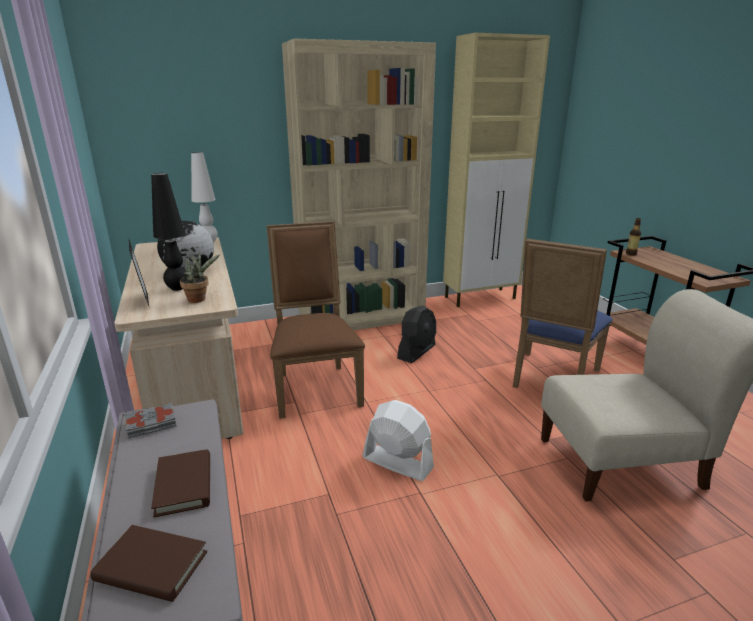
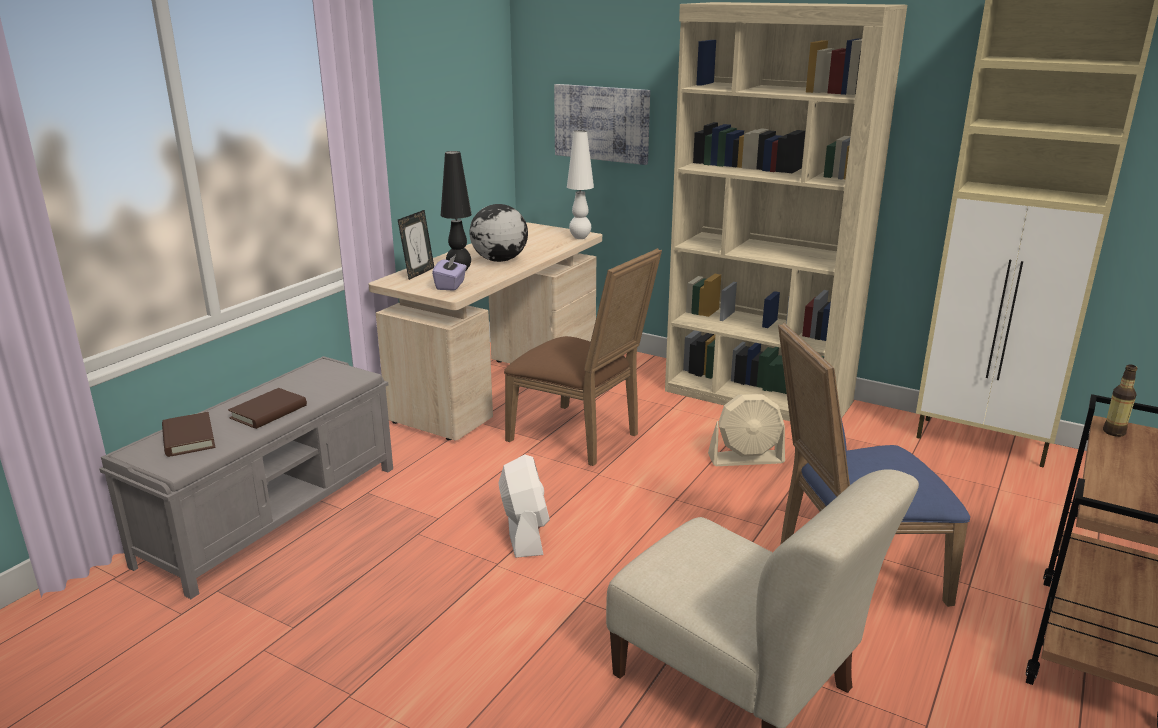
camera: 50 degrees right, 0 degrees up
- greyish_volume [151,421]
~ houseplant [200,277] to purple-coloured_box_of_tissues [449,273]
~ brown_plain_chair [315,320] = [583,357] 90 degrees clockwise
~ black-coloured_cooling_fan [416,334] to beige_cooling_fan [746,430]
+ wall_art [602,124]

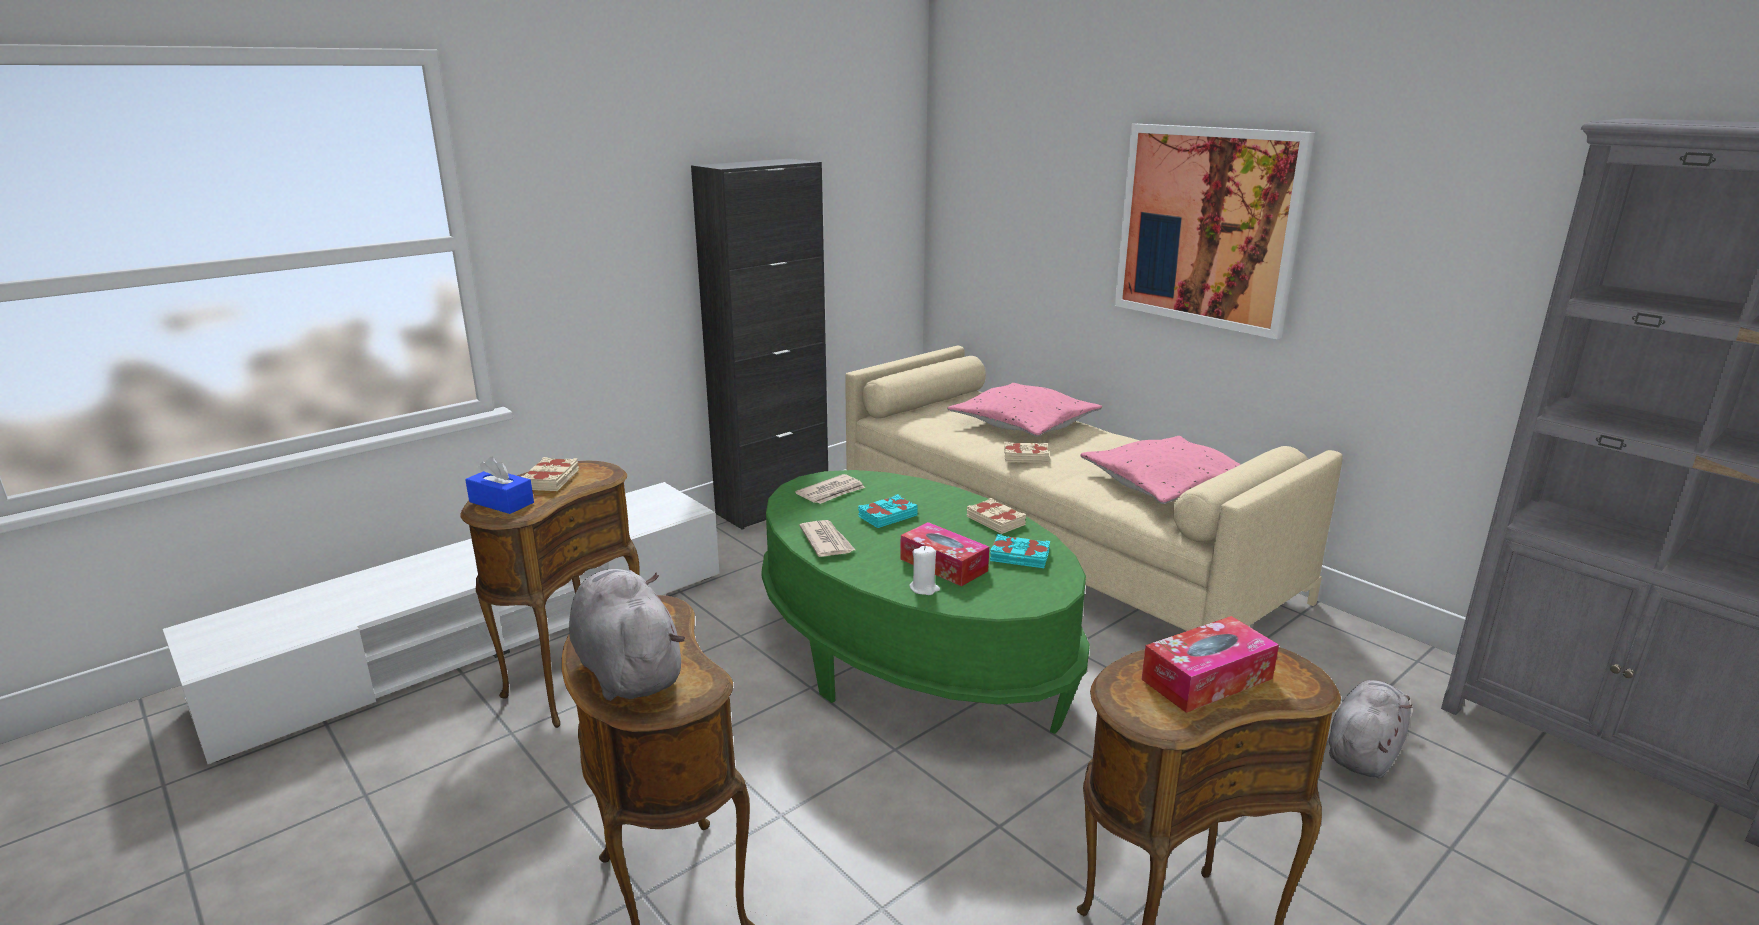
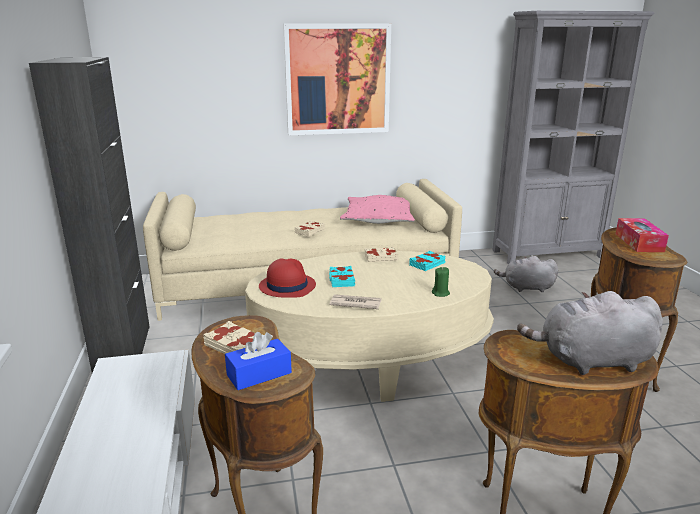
camera: 60 degrees left, 0 degrees up
~ green-coloured_low_table [925,602] to beige_low_table [369,326]
~ printed_paper [830,489] to reddish_wearable_hat [287,277]
- box_of_tissues [944,554]
~ whitish_candle [924,570] to green-coloured_candle [441,282]
- pink_cushion [1025,410]
~ greyish_soft_toy [1370,729] = [526,274] 60 degrees counterclockwise

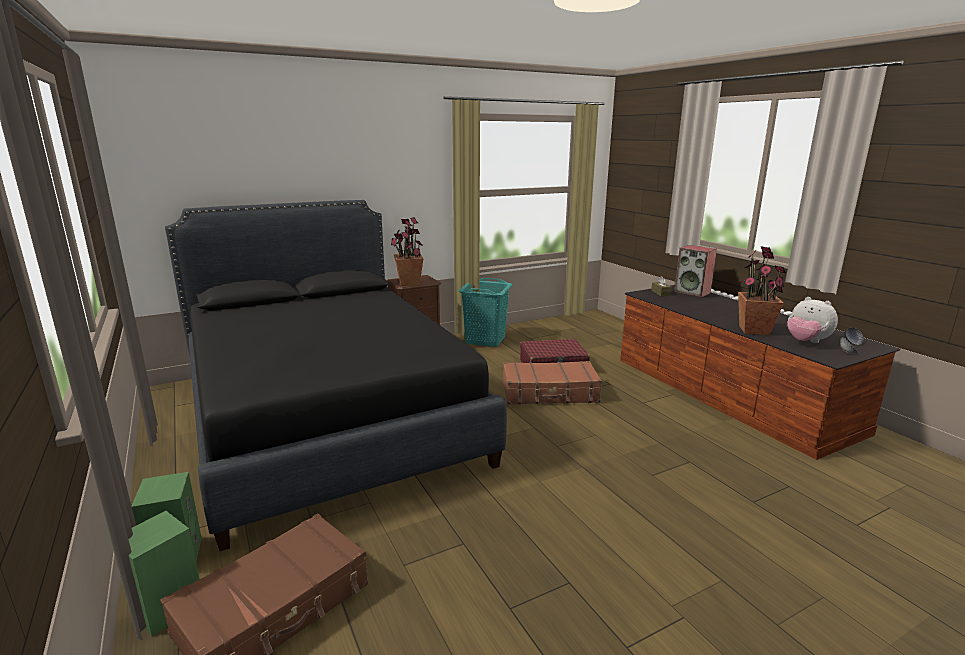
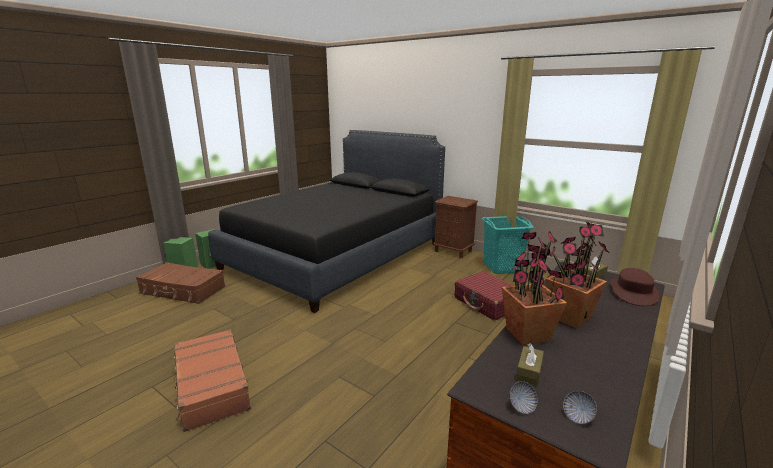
camera: 65 degrees right, 0 degrees up
~ houseplant [407,251] to [578,275]
~ brown_piece_of_luggage [552,383] to [212,380]
~ loudspeaker [695,271] to brown_wearable_hat [635,287]
~ soft_toy [812,320] to brown_box_of_tissues [530,365]

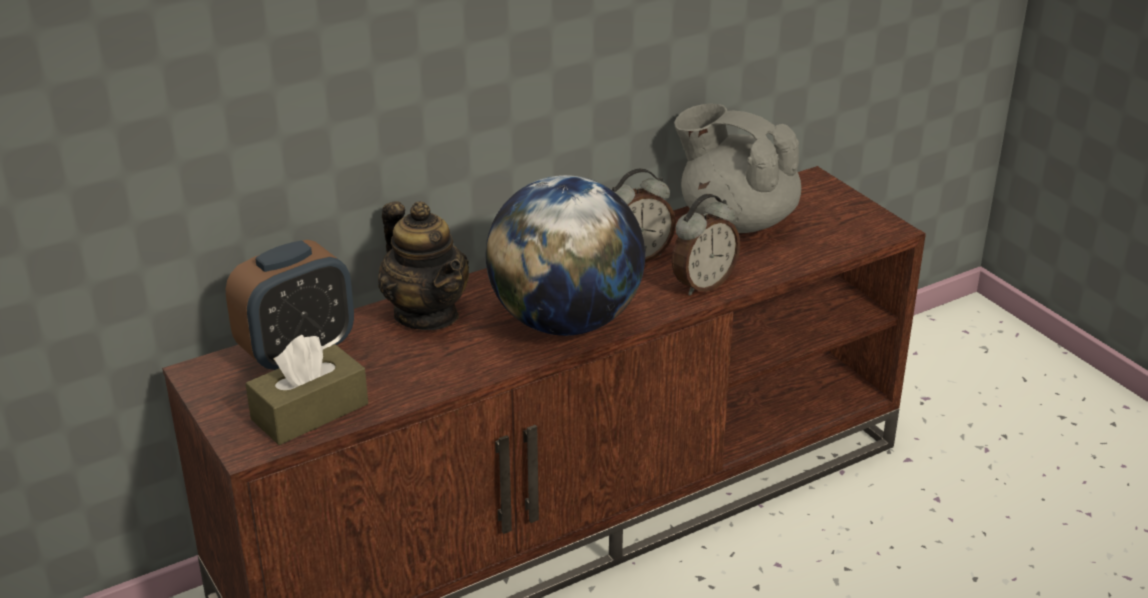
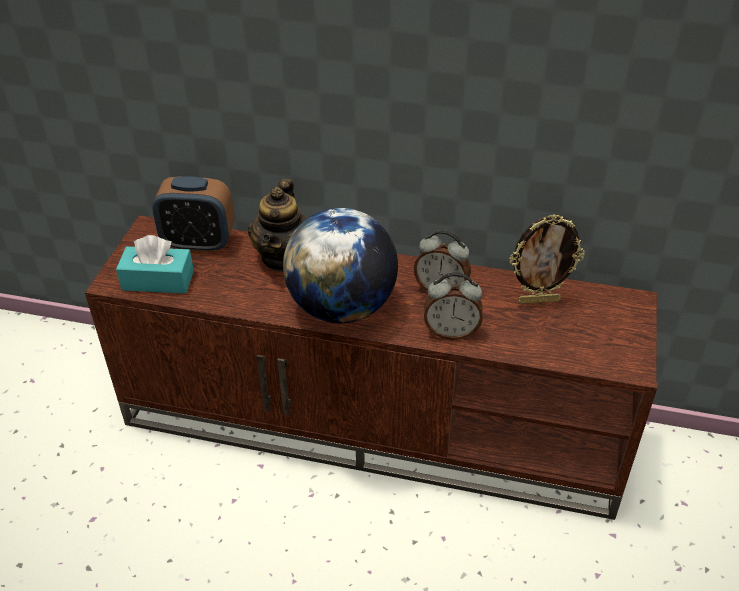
camera: 45 degrees right, 10 degrees up
~ brown_box_of_tissues [307,390] to turquoise_box_of_tissues [155,264]
~ greyish_tea_pot [737,168] to photo_frame [547,259]

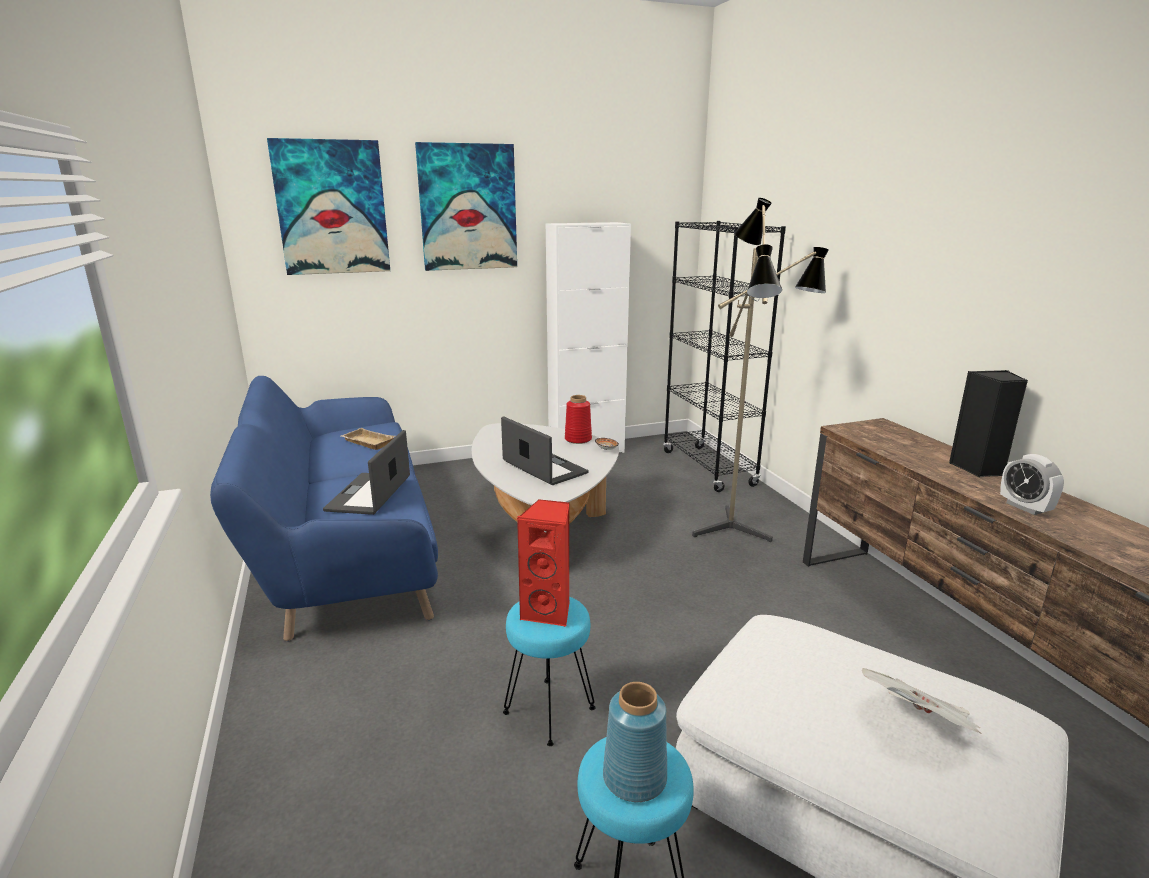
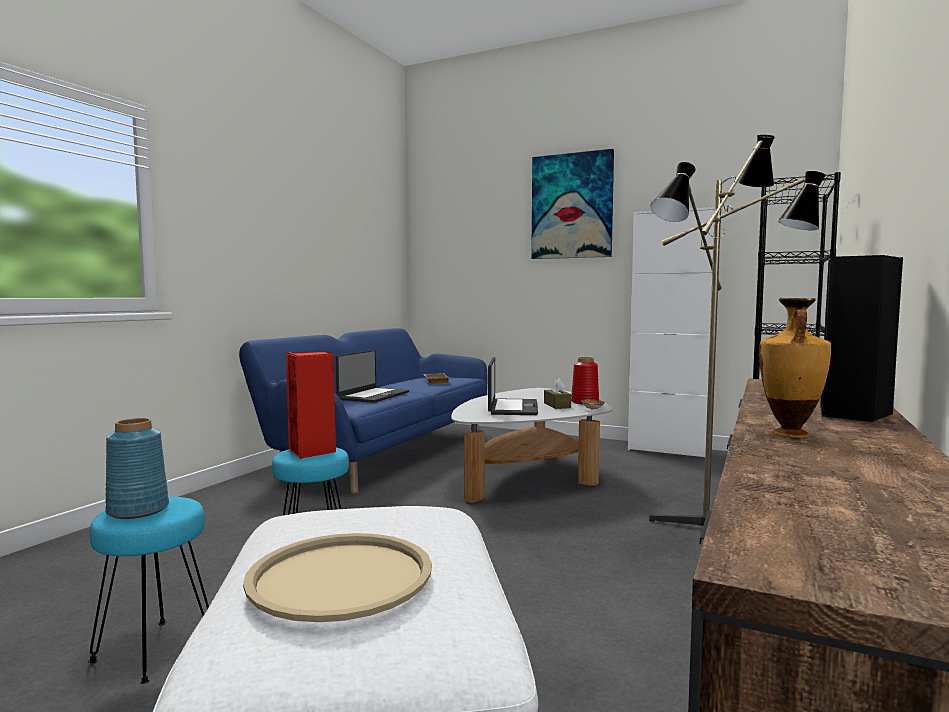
camera: 45 degrees right, 15 degrees down
- wall_art [328,206]
~ laptop [366,472] = [372,376] 150 degrees clockwise
~ printed_paper [922,701] to beige_carrying_tray [337,577]
~ alarm_clock [1032,484] to vase [795,368]
+ brown_box_of_tissues [557,394]

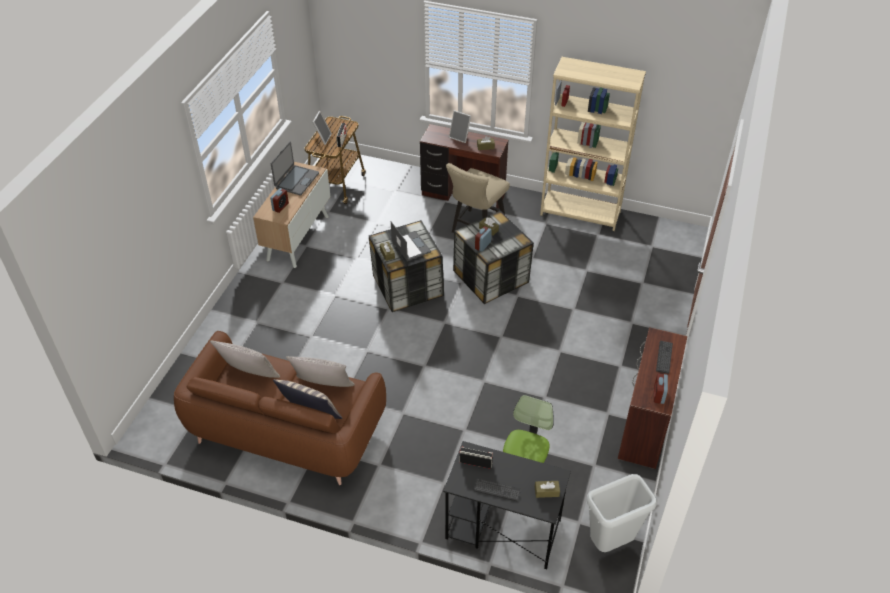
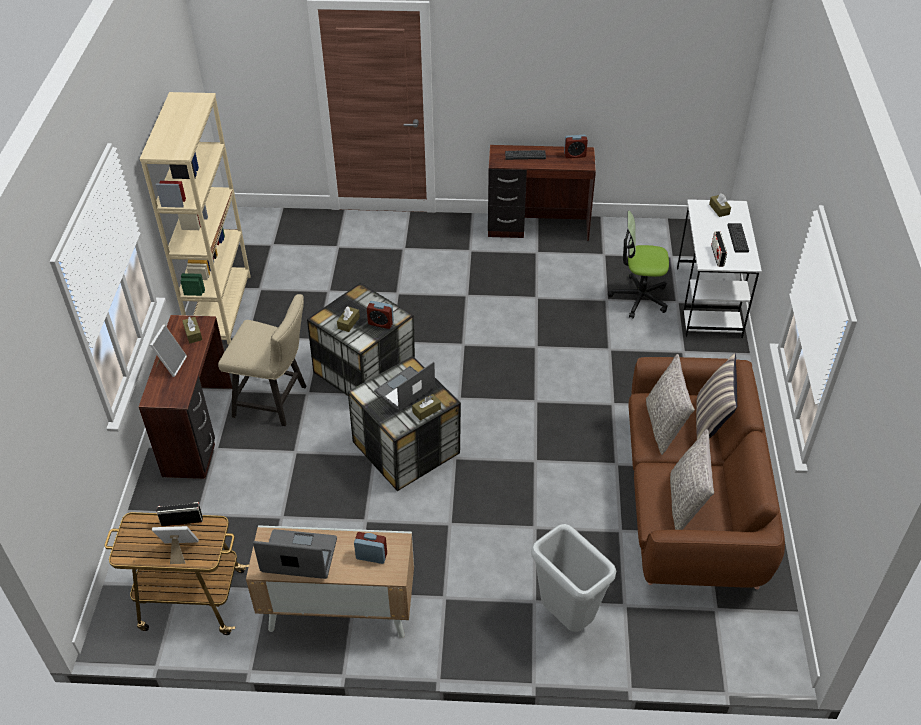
camera: 105 degrees left, 0 degrees up
~ black-coloured_desk_table [507,505] to whitish_desk_table [719,268]
~ greyish_waste_bin [622,513] to [573,578]

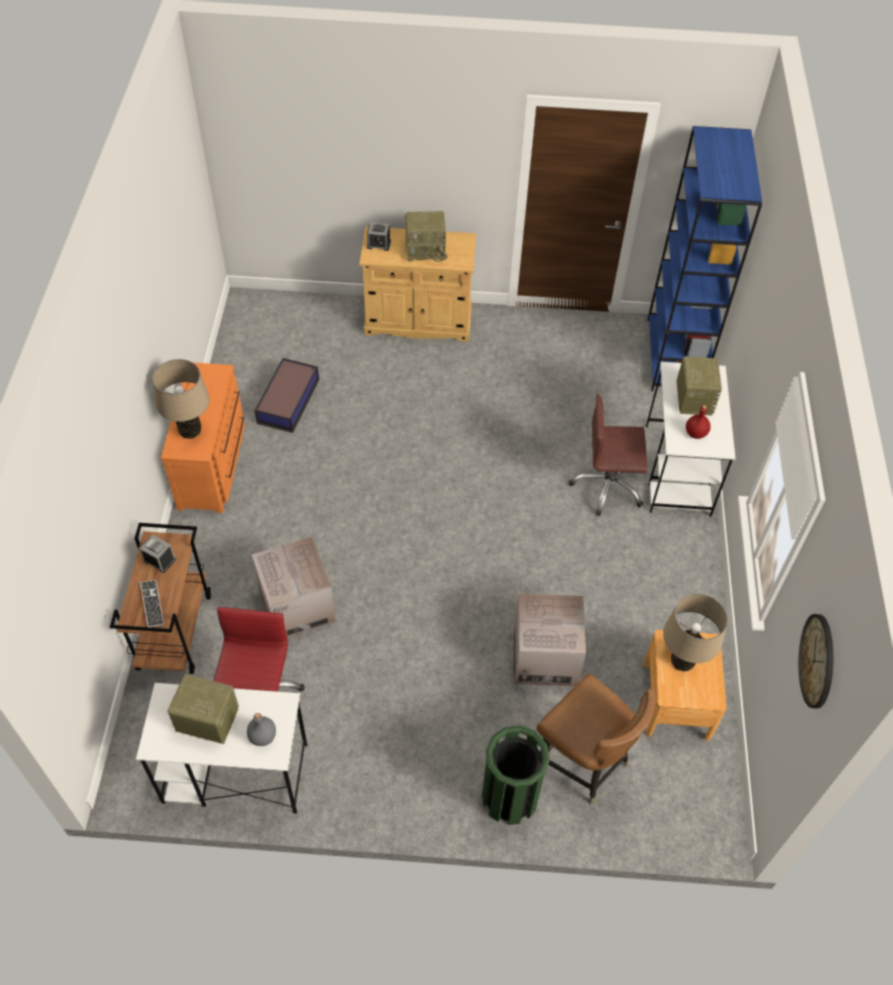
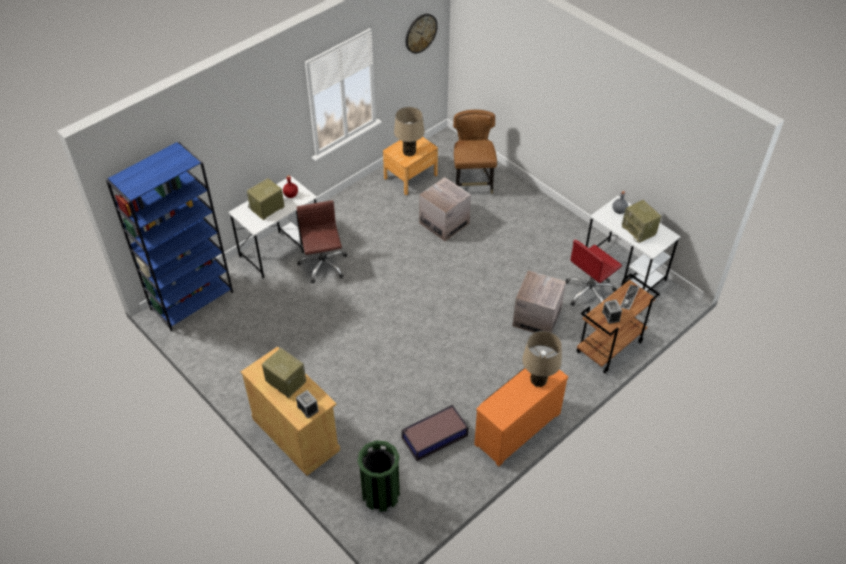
camera: 135 degrees left, 5 degrees down
~ green-coloured_waste_bin [516,775] to [378,476]
~ brown_computer_chair [608,455] = [321,242] 150 degrees counterclockwise

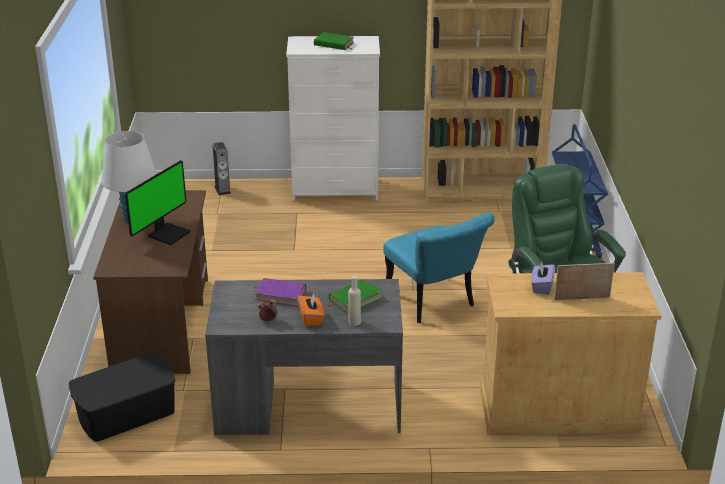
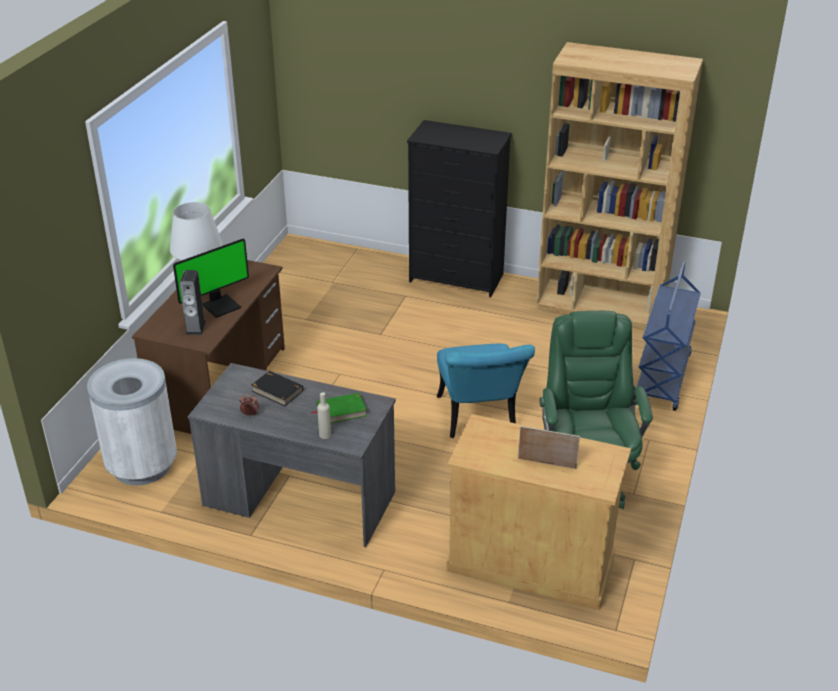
camera: 20 degrees right, 5 degrees up
~ black-coloured_storage_bin [122,397] to whitish_waste_bin [132,421]
~ loudspeaker [221,168] to [192,302]
~ purple-coloured_volume [280,292] to black-coloured_volume [277,388]
~ whitish_chest_of_drawers [333,118] to black-coloured_chest_of_drawers [459,208]
- orangey_box_of_tissues [311,309]
- green-coloured_volume [334,41]
- purple-coloured_box_of_tissues [543,277]

